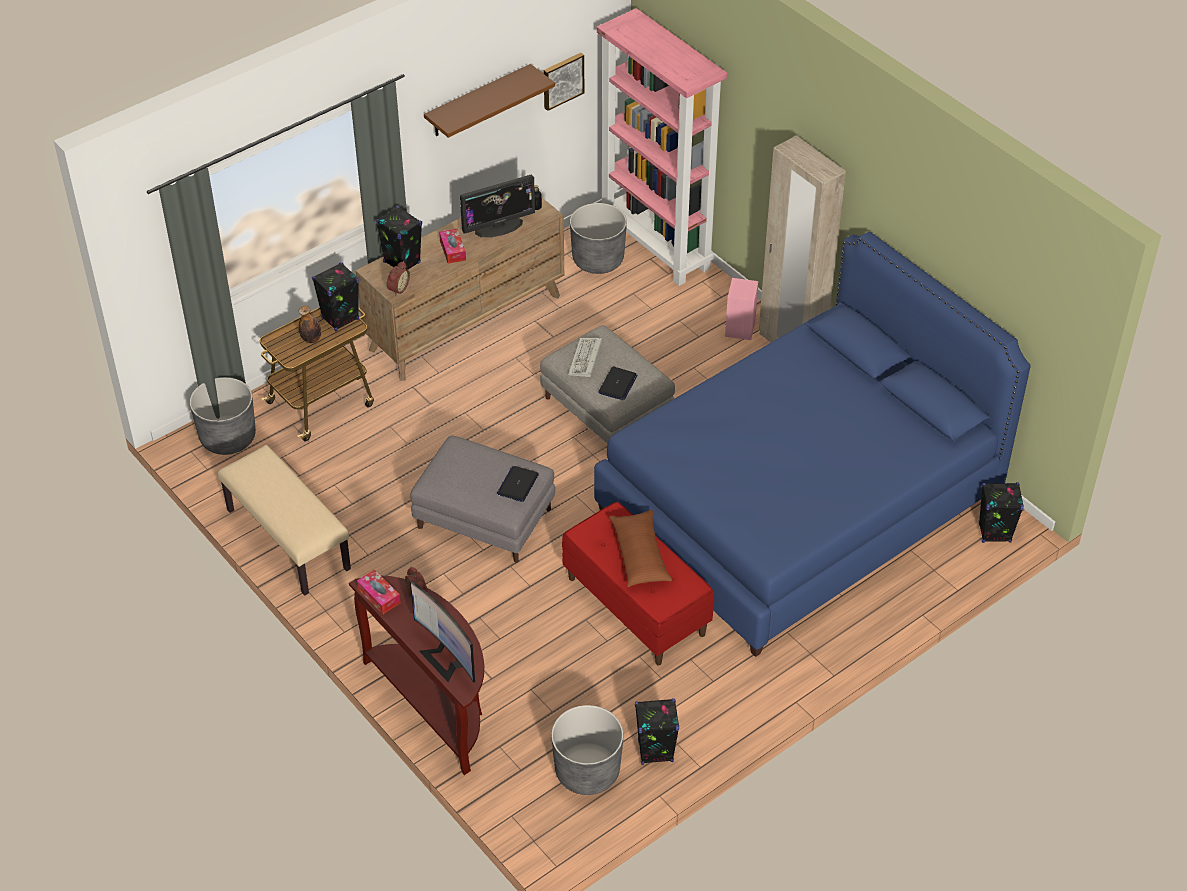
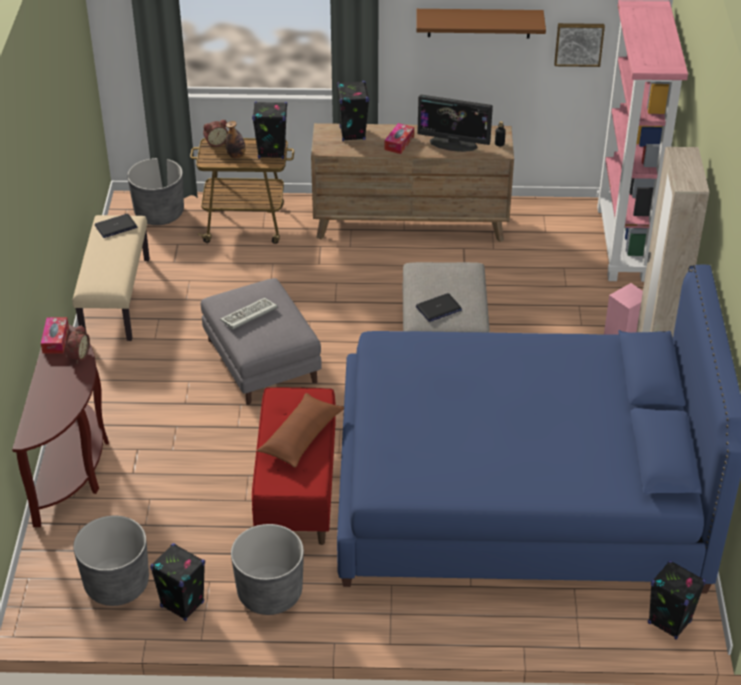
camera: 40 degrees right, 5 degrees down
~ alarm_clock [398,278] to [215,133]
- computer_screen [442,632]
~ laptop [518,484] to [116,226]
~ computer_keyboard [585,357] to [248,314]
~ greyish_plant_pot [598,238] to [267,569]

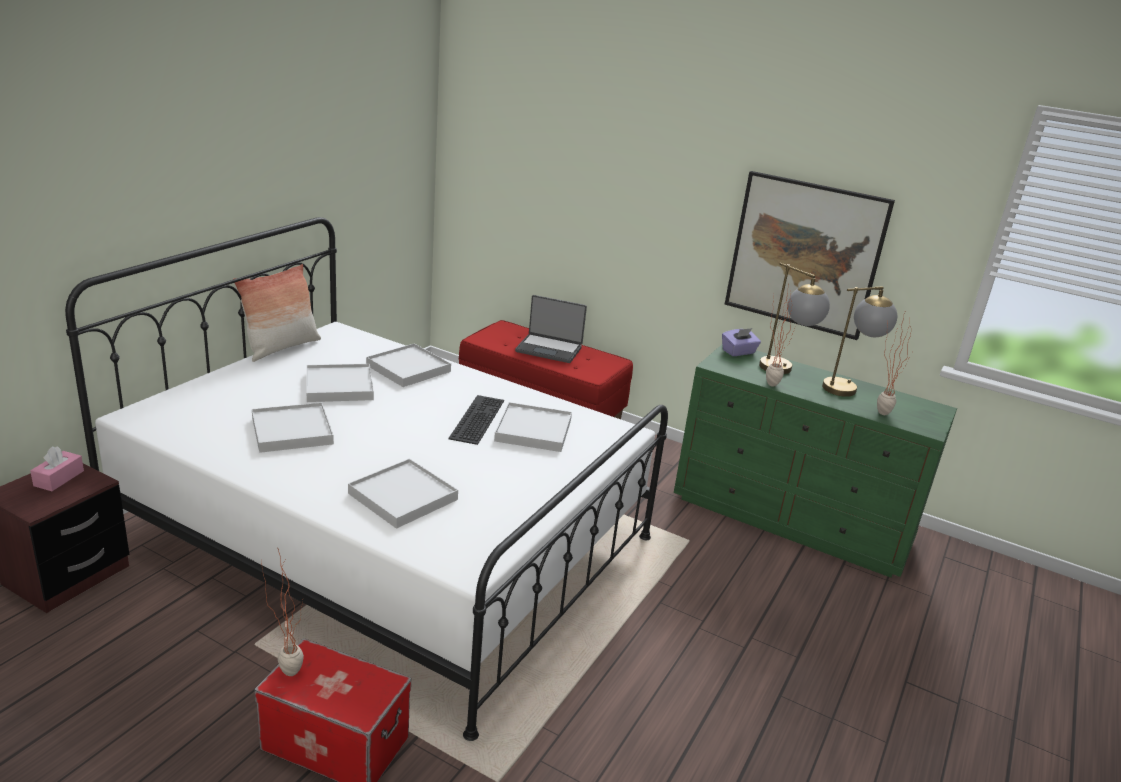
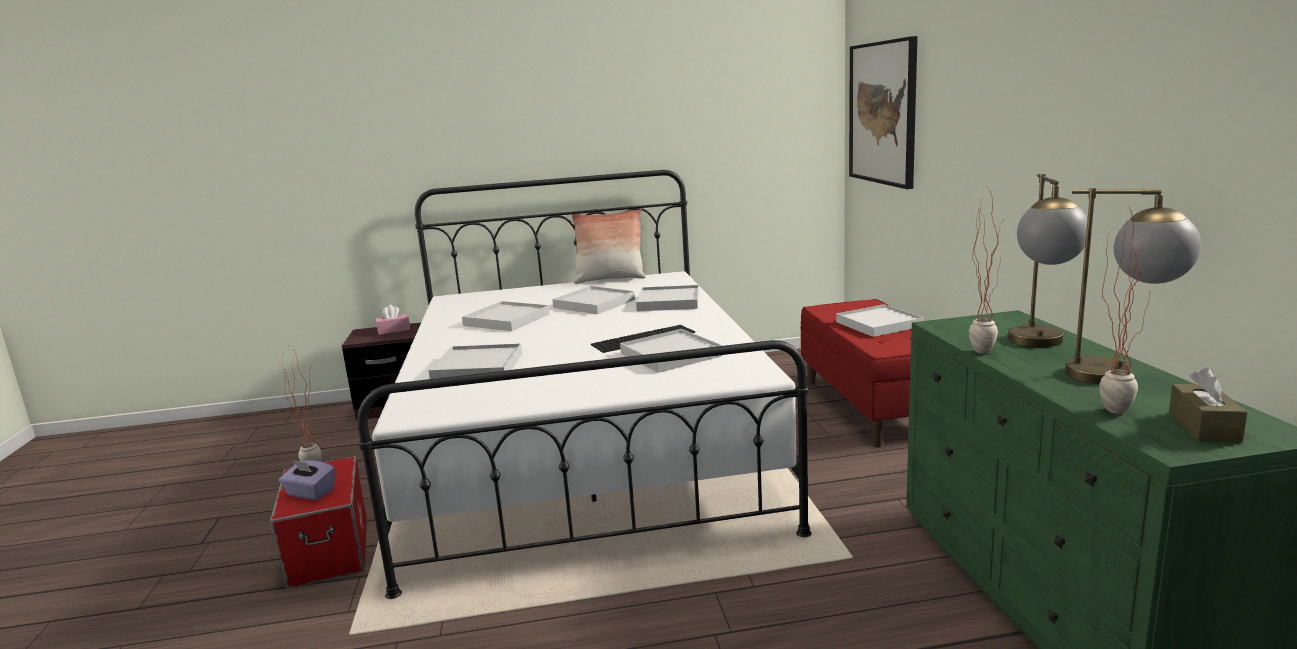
camera: 55 degrees right, 10 degrees down
~ laptop [551,329] to whitish_carrying_tray [880,320]
~ purple-coloured_box_of_tissues [741,342] to [307,480]
~ wall_art [810,255] to [883,112]
+ brown_box_of_tissues [1208,405]

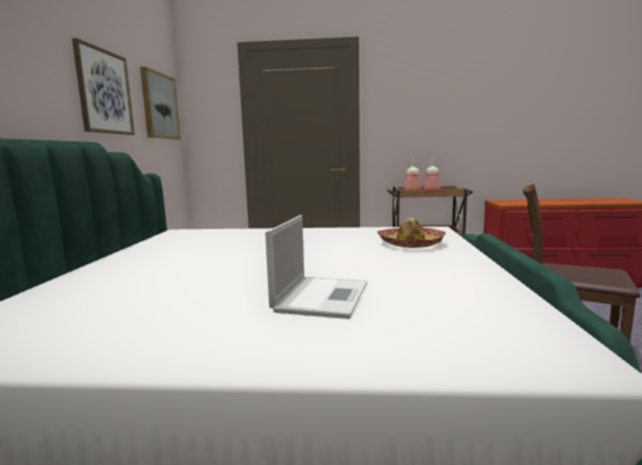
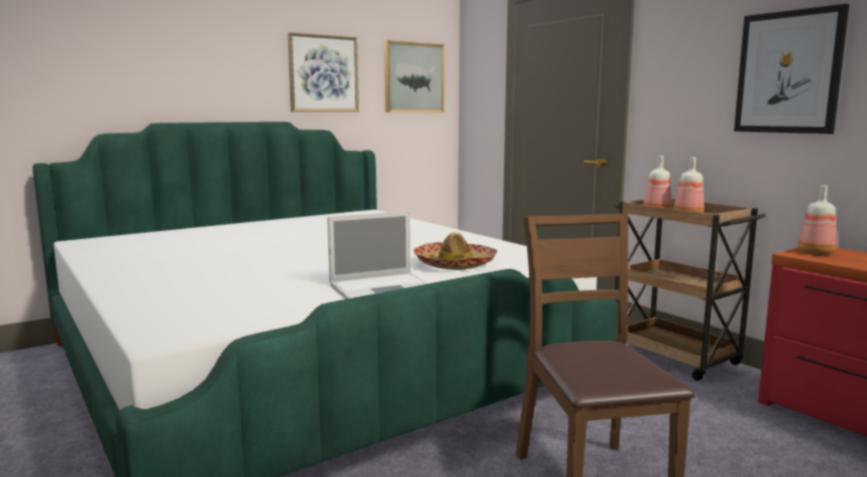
camera: 50 degrees right, 0 degrees up
~ laptop [316,267] to [377,255]
+ wall_art [792,69]
+ bottle [817,220]

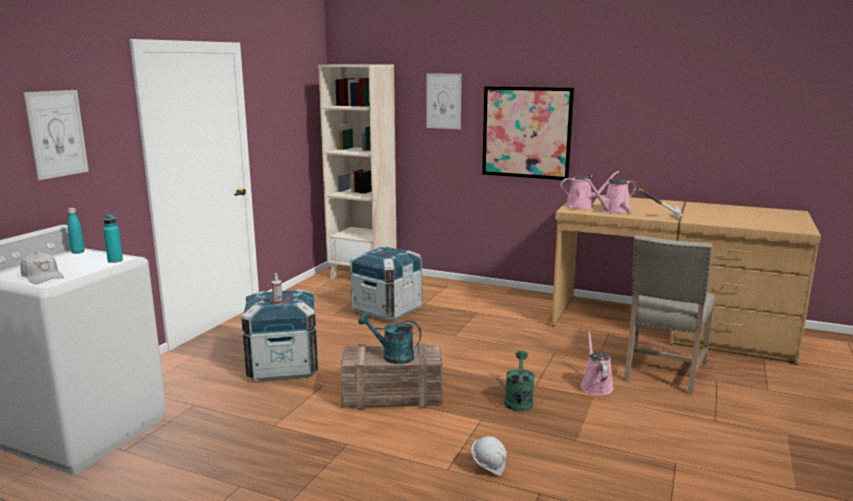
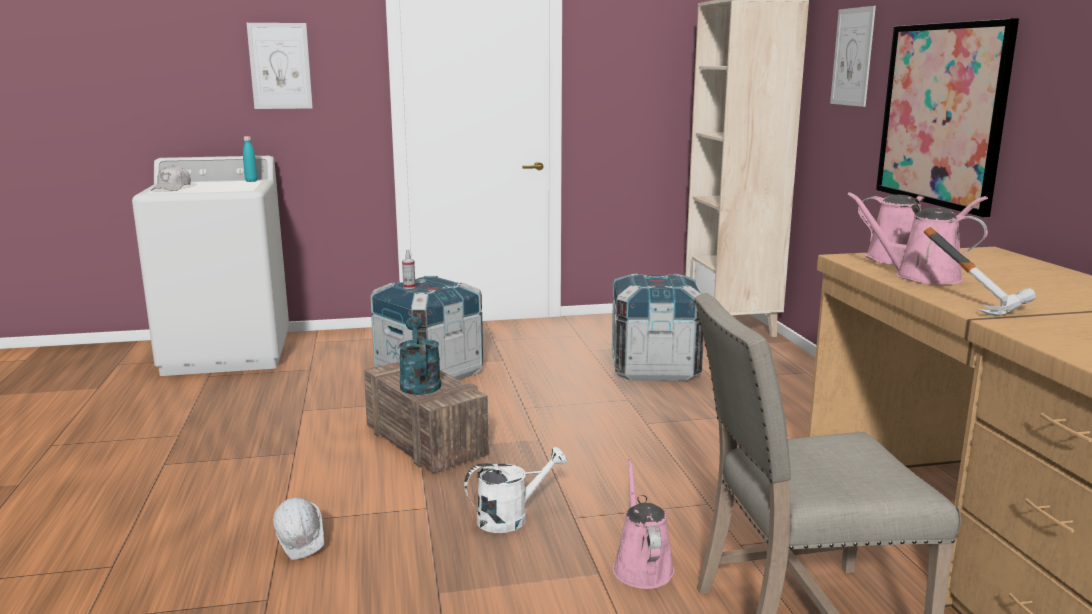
camera: 55 degrees right, 0 degrees up
- turquoise_bottle [113,239]
~ green-coloured_watering_pot [519,381] to whitish_watering_pot [515,490]
~ pink_watering_pot [597,363] = [644,524] 60 degrees counterclockwise

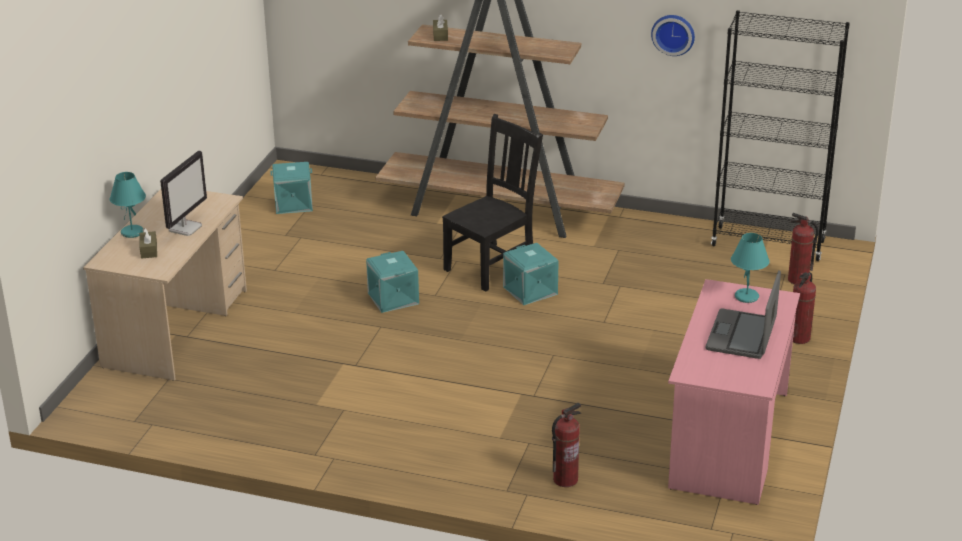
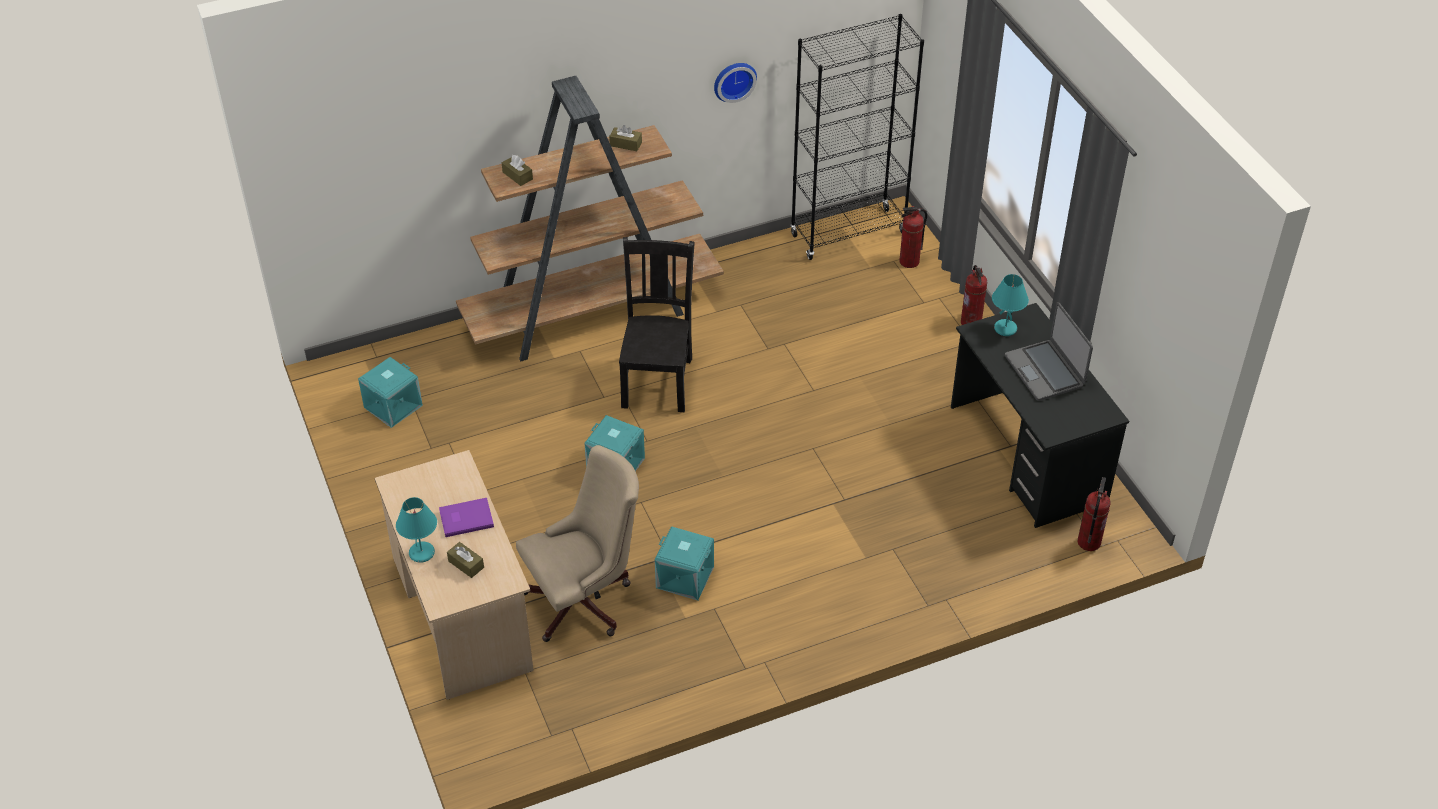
camera: 40 degrees left, 15 degrees up
~ computer_screen [183,193] to purple-coloured_volume [466,517]
~ turquoise_storage_bin [531,274] to [684,563]
~ fire-fighting_cylinder [566,445] to [1094,514]
~ pink_desk_table [734,392] to black-coloured_desk_table [1040,415]
+ beige_computer_chair [577,543]
+ brown_box_of_tissues [625,138]

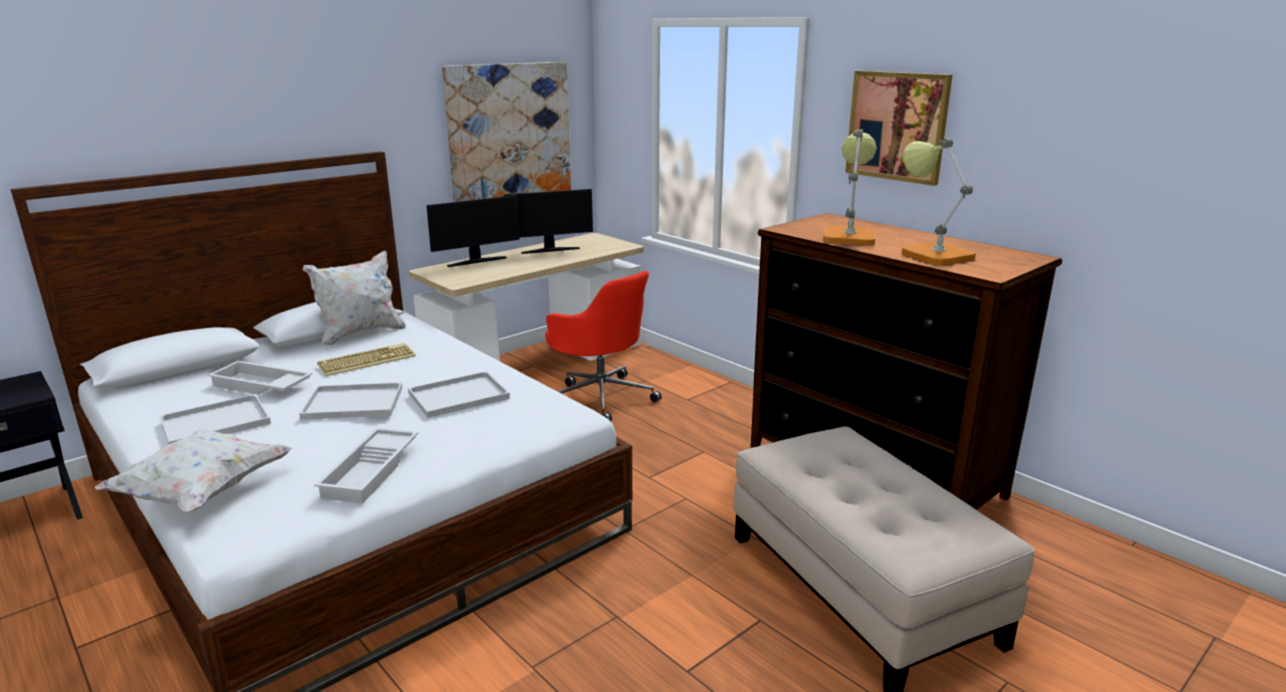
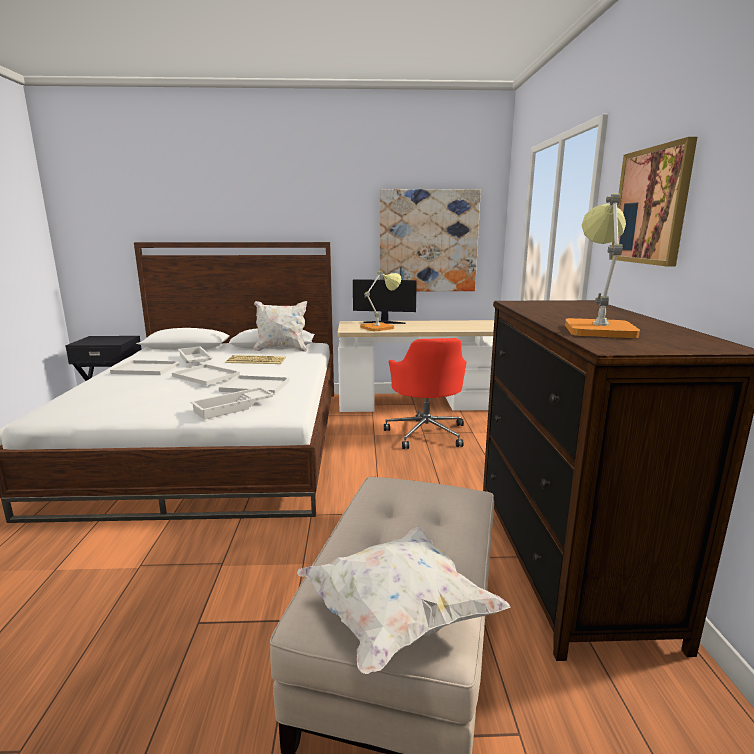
camera: 40 degrees right, 5 degrees down
~ whitish_cushion [194,470] to [404,600]
~ whitish_carrying_tray [366,465] to [232,403]
- computer_screen [548,221]
~ table_lamp [850,187] to [380,301]

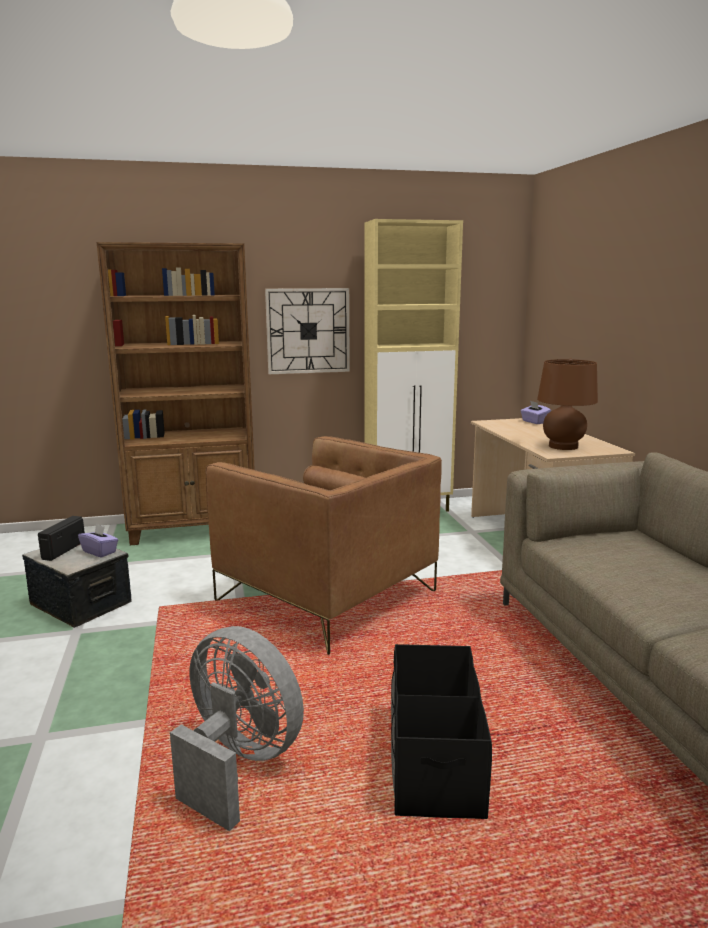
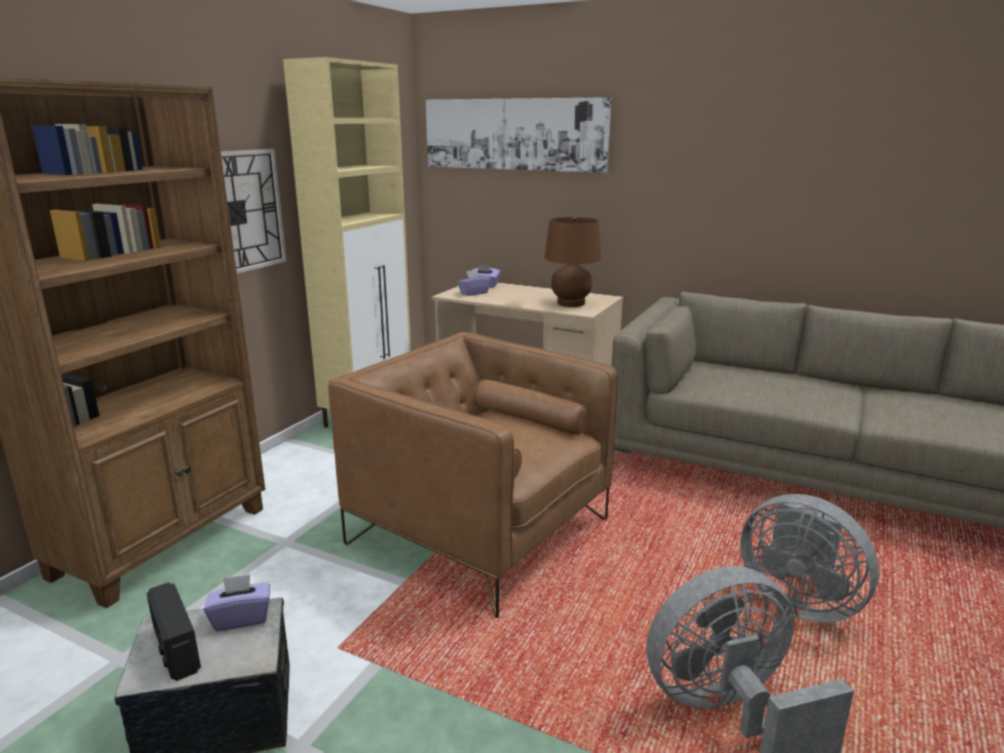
camera: 50 degrees left, 5 degrees up
~ brown_lounge_chair [324,545] = [473,475] 135 degrees counterclockwise
~ black-coloured_storage_bin [441,731] to greyish_cooling_fan [809,558]
+ wall_art [518,135]
+ purple-coloured_box_of_tissues [474,283]

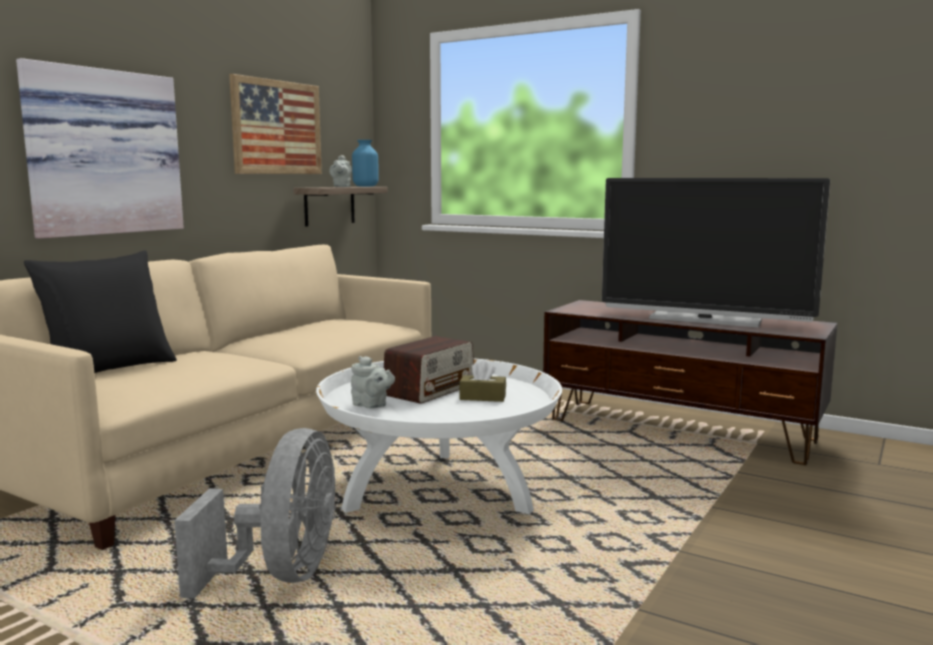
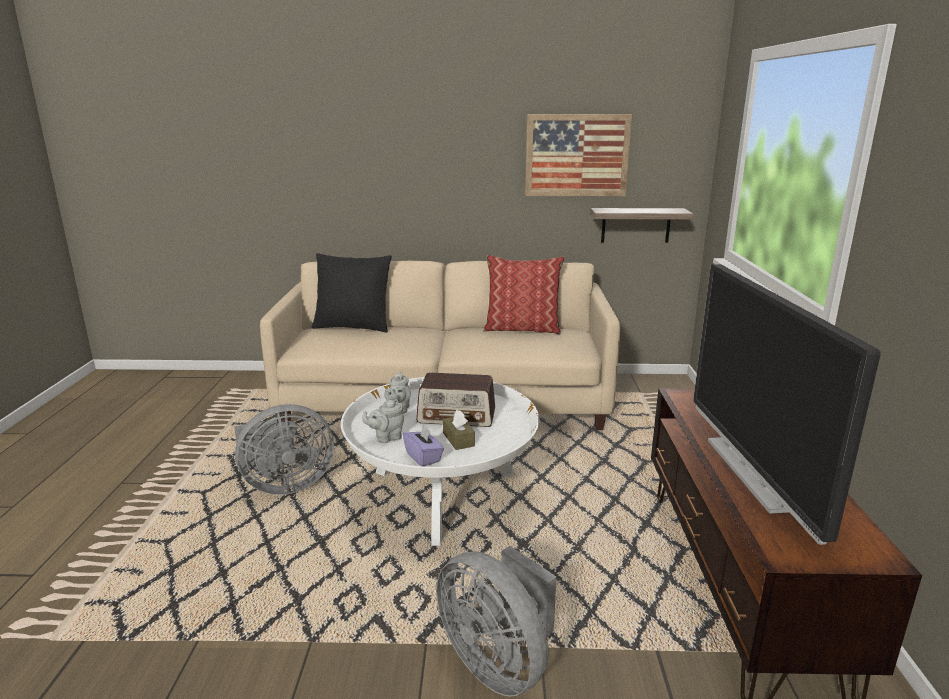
camera: 60 degrees right, 10 degrees up
- wall_art [100,148]
~ greyish_tea_pot [340,171] to [383,421]
- blue-coloured_vase [365,163]
+ purple-coloured_box_of_tissues [423,445]
+ greyish_cooling_fan [496,621]
+ cushion [524,294]

